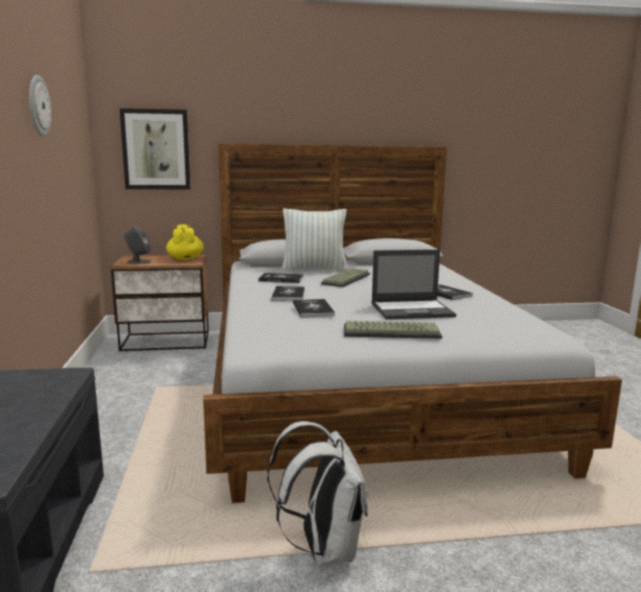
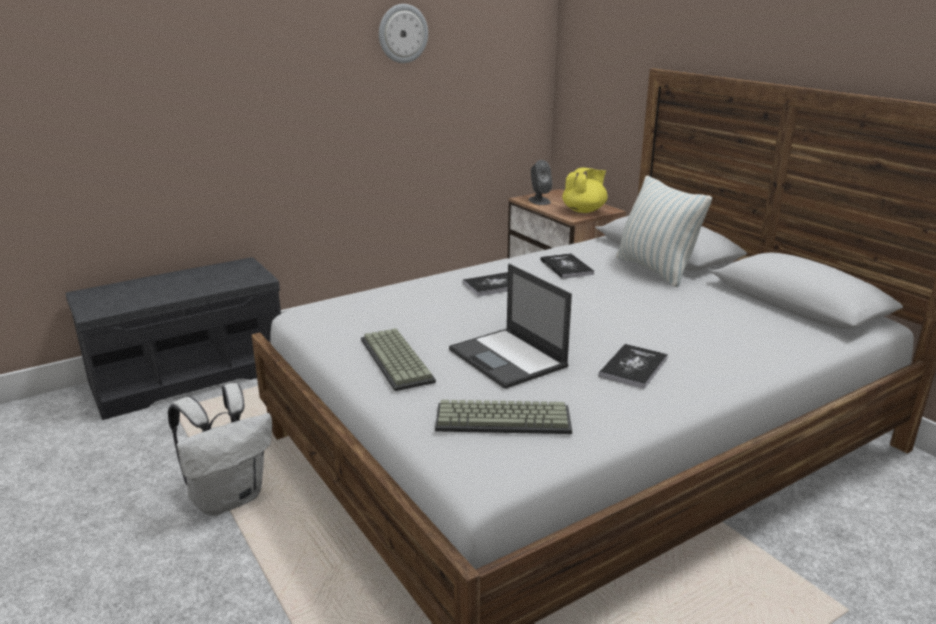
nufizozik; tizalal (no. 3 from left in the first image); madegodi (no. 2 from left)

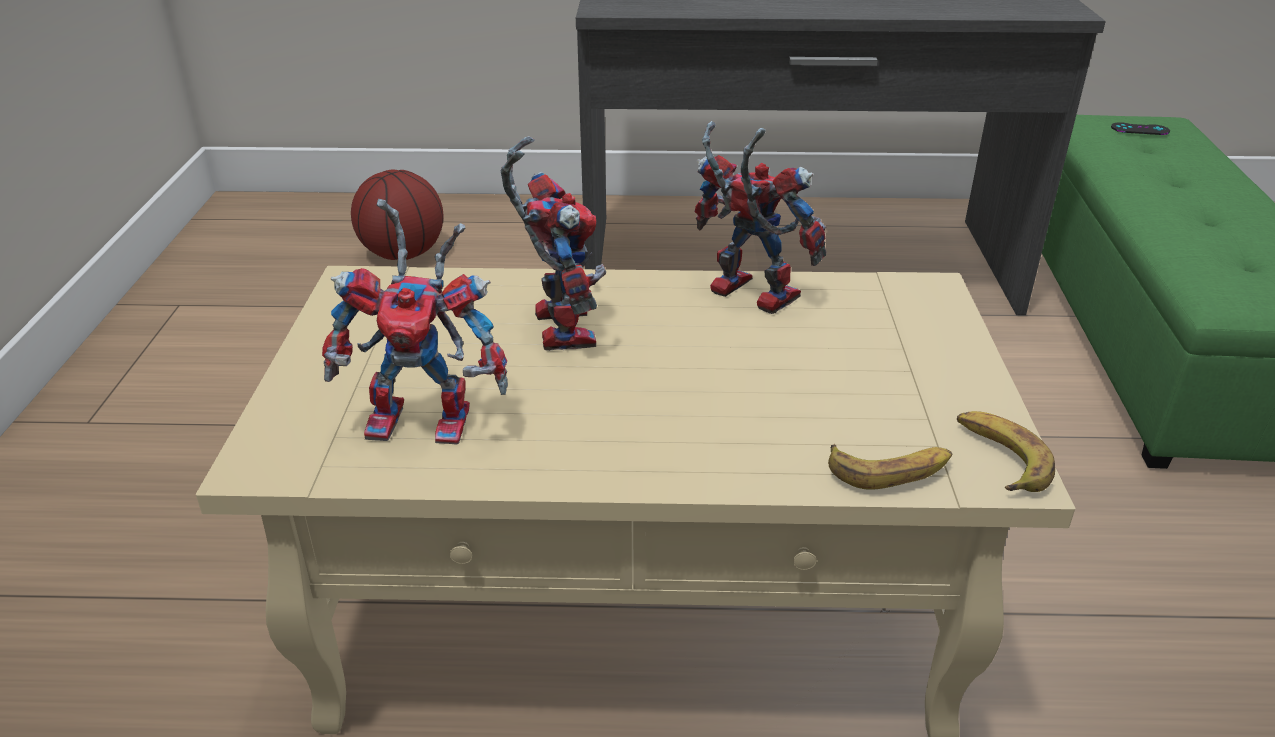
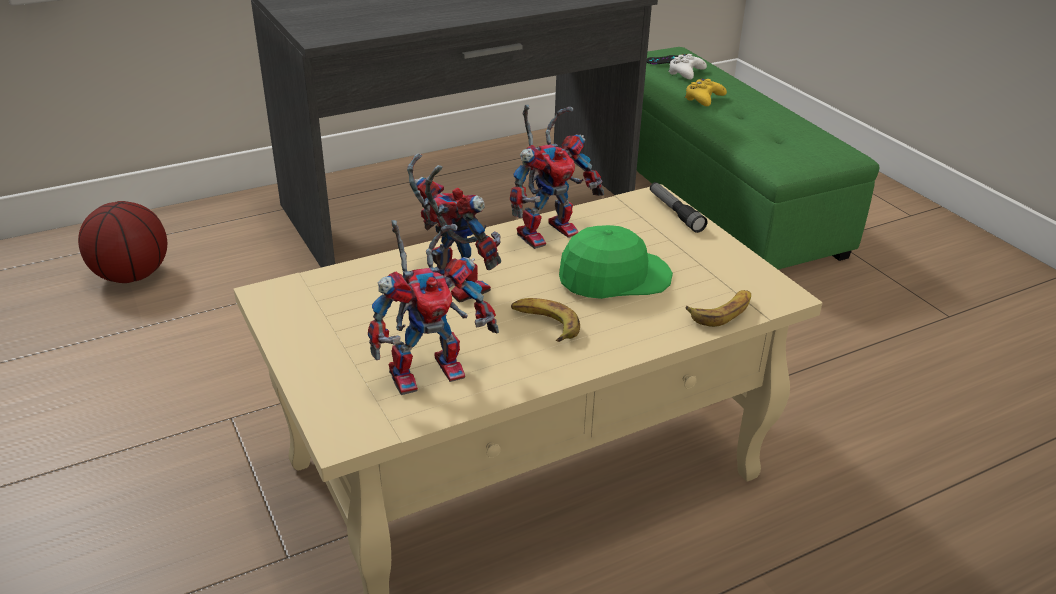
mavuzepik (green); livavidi; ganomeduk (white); ganomeduk (yellow); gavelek (no. 1 from left); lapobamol (no. 3 from left)

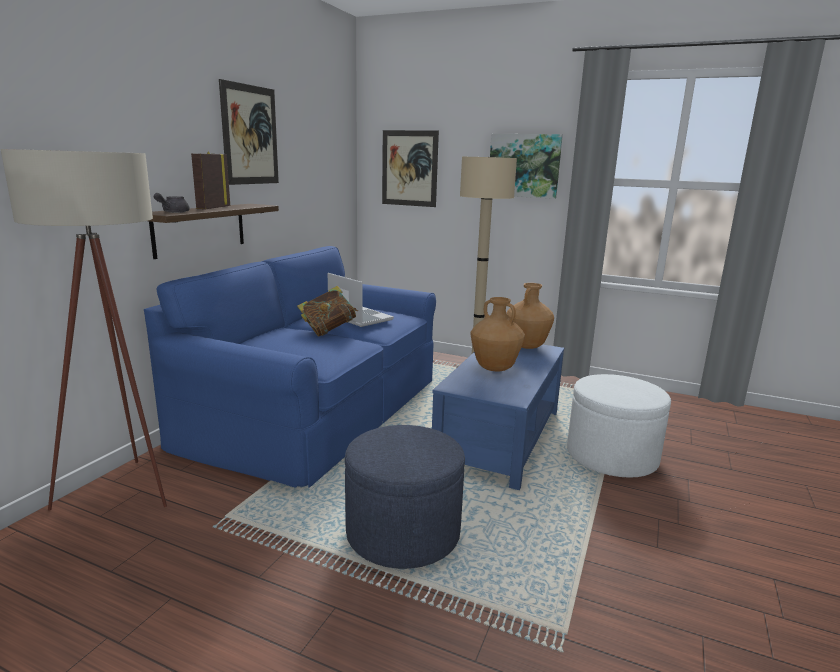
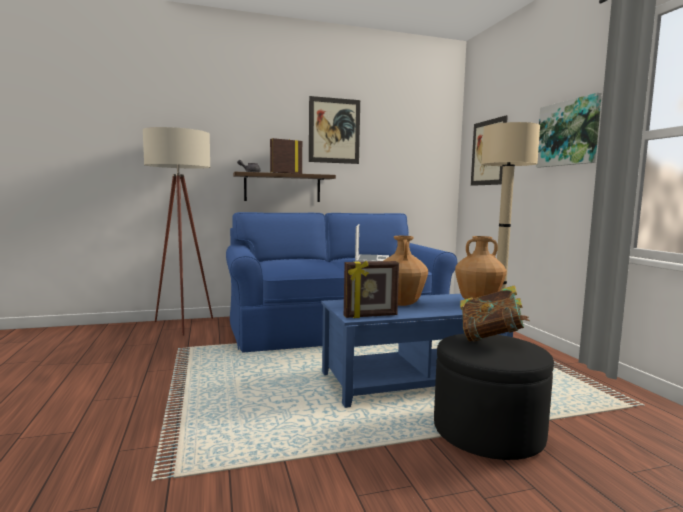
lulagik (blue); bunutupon (no. 2 from left); tizalal; lulagik (black)

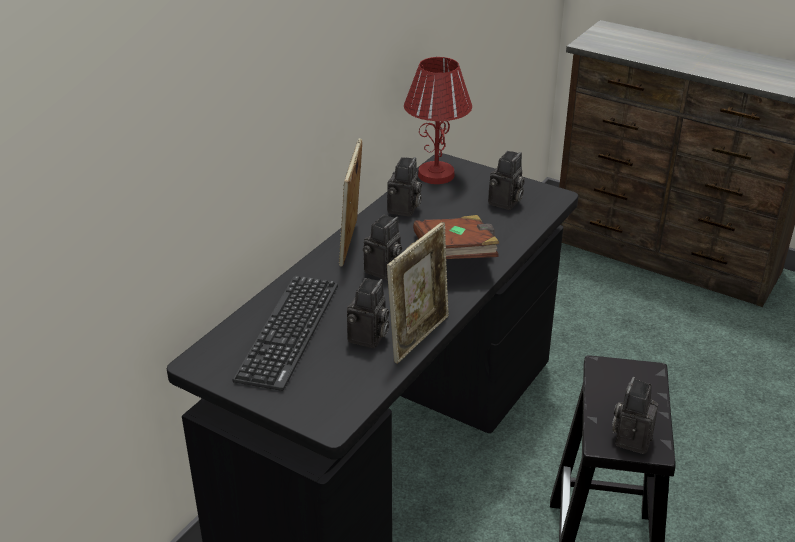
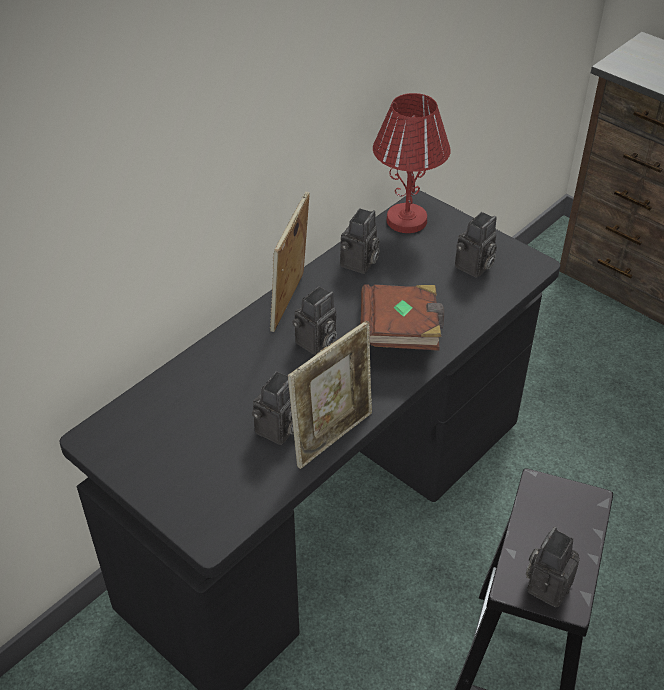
madegodi

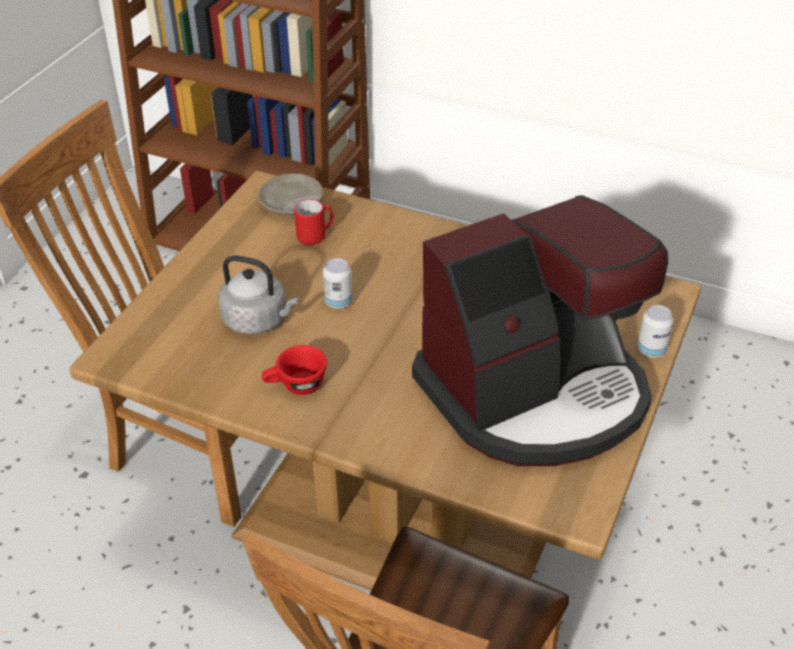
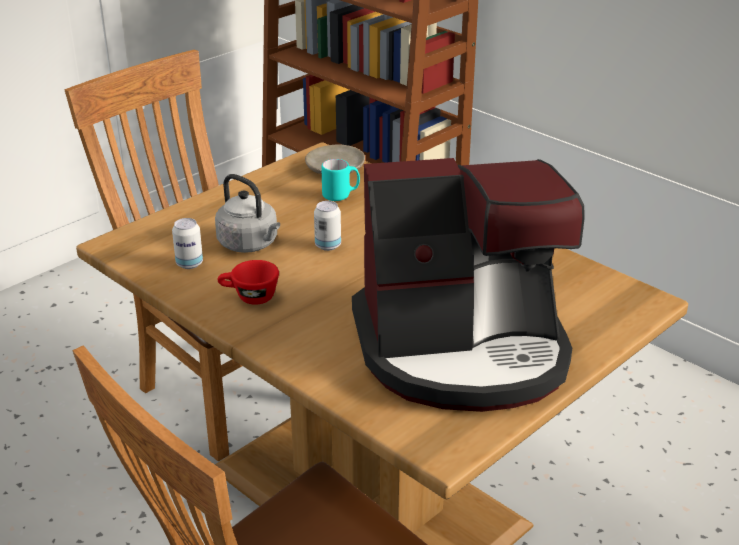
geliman (no. 1 from left); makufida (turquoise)

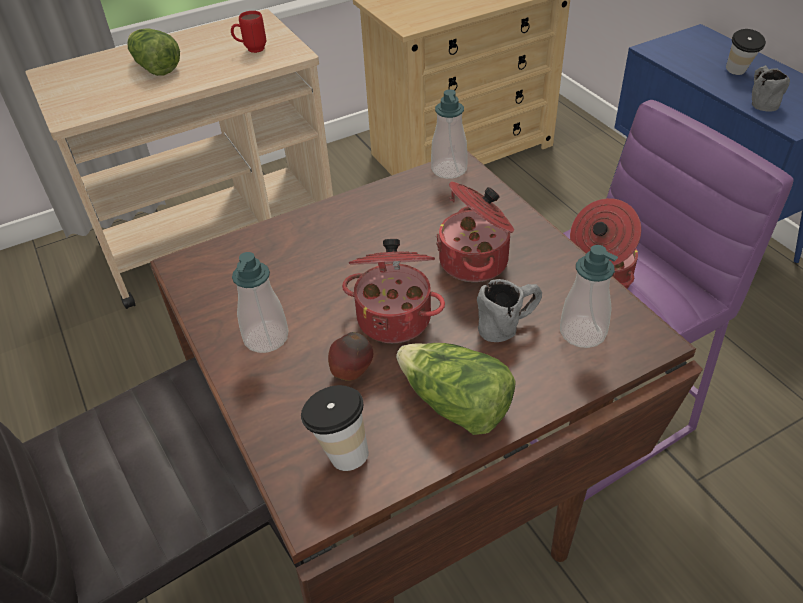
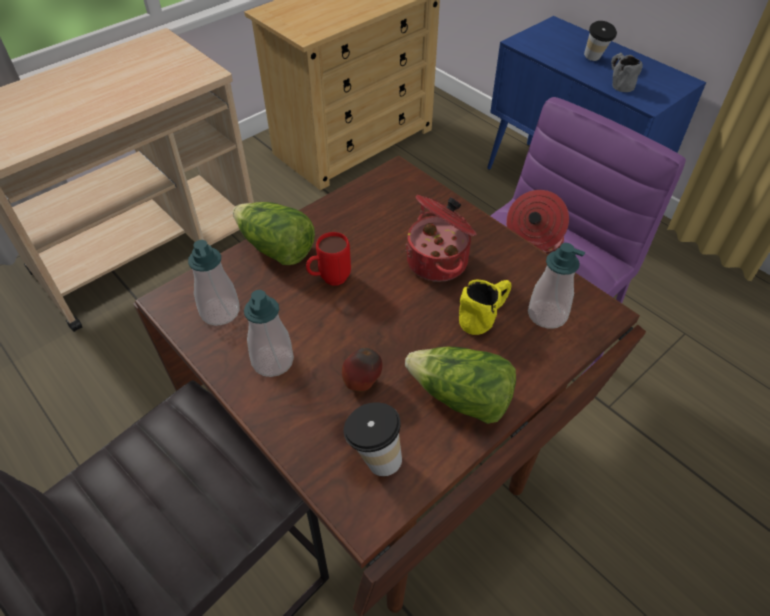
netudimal (no. 1 from left in the first image); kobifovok (no. 1 from left); makufida (red); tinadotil (no. 1 from left); makufida (yellow)

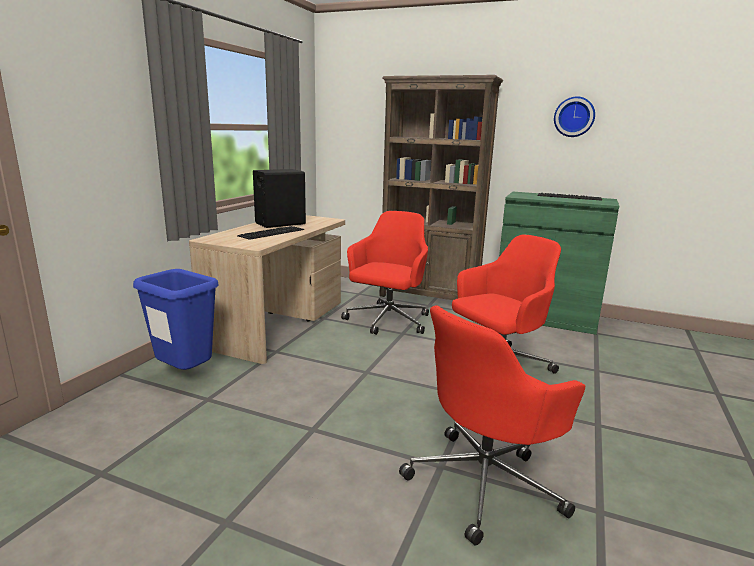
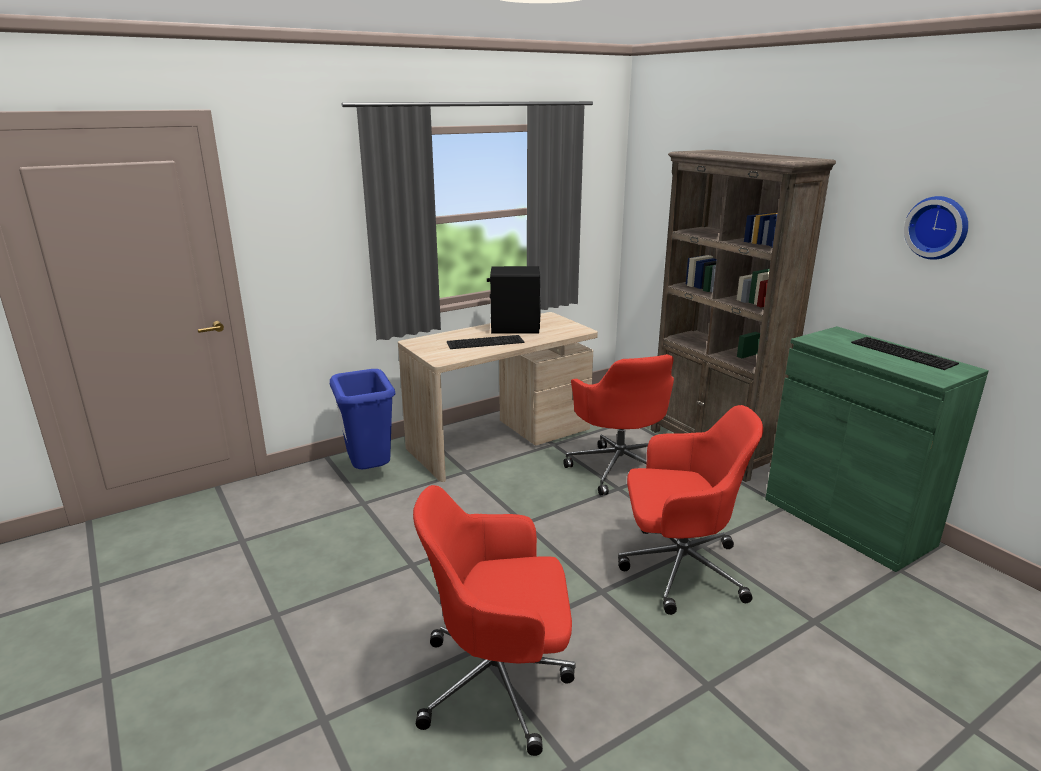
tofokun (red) (no. 2 from left)

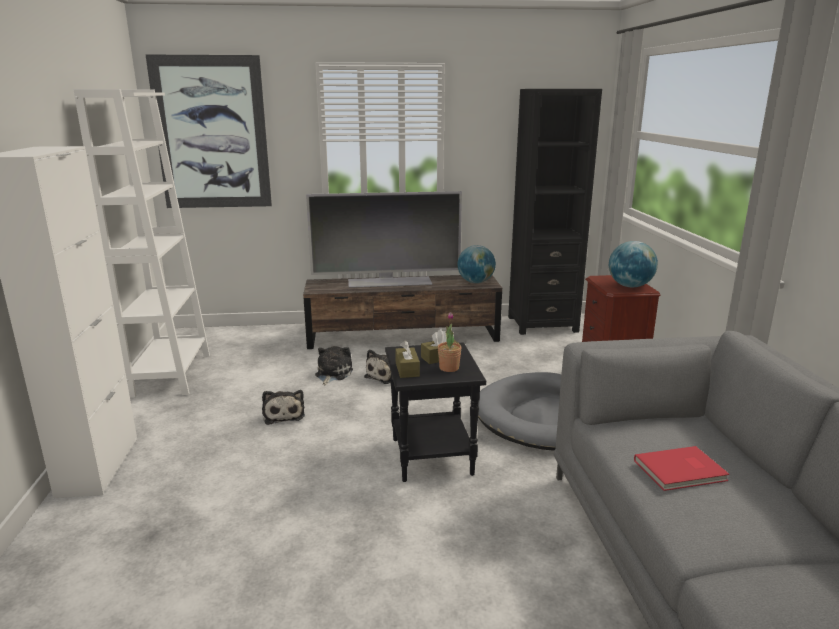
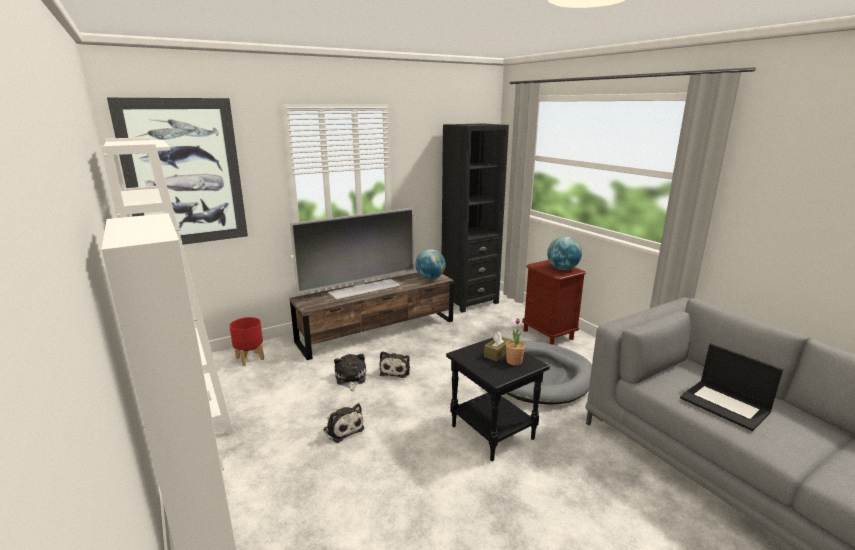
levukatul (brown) (no. 1 from left in the first image); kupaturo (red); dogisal

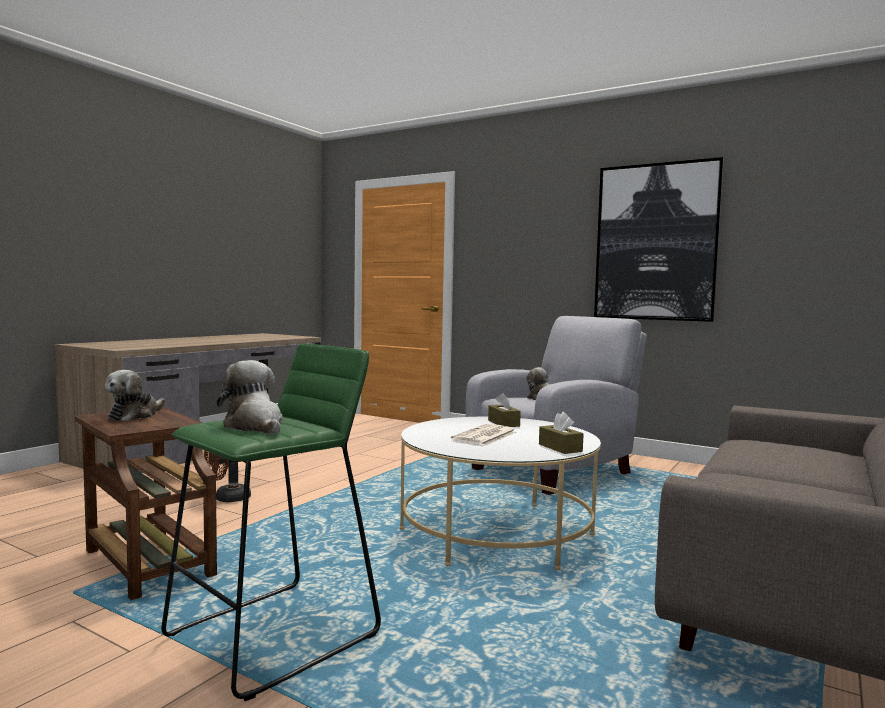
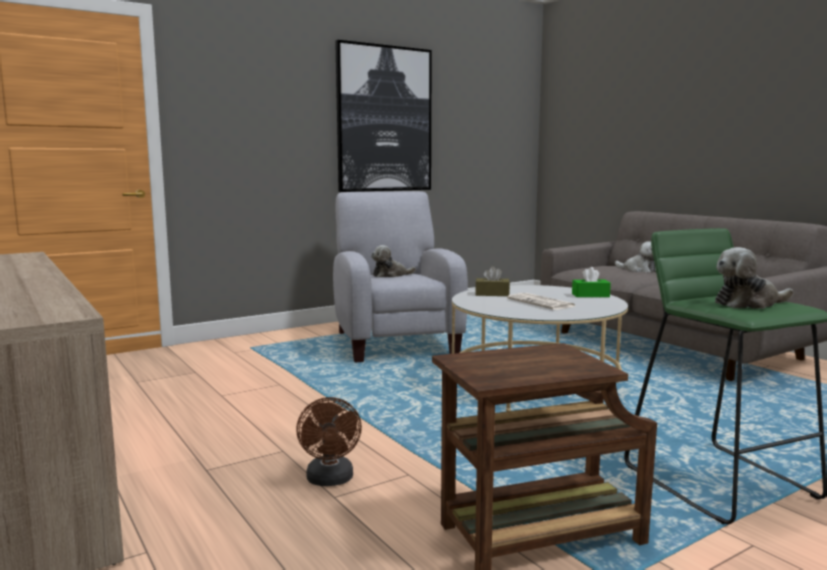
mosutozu (no. 2 from left); levukatul (green)

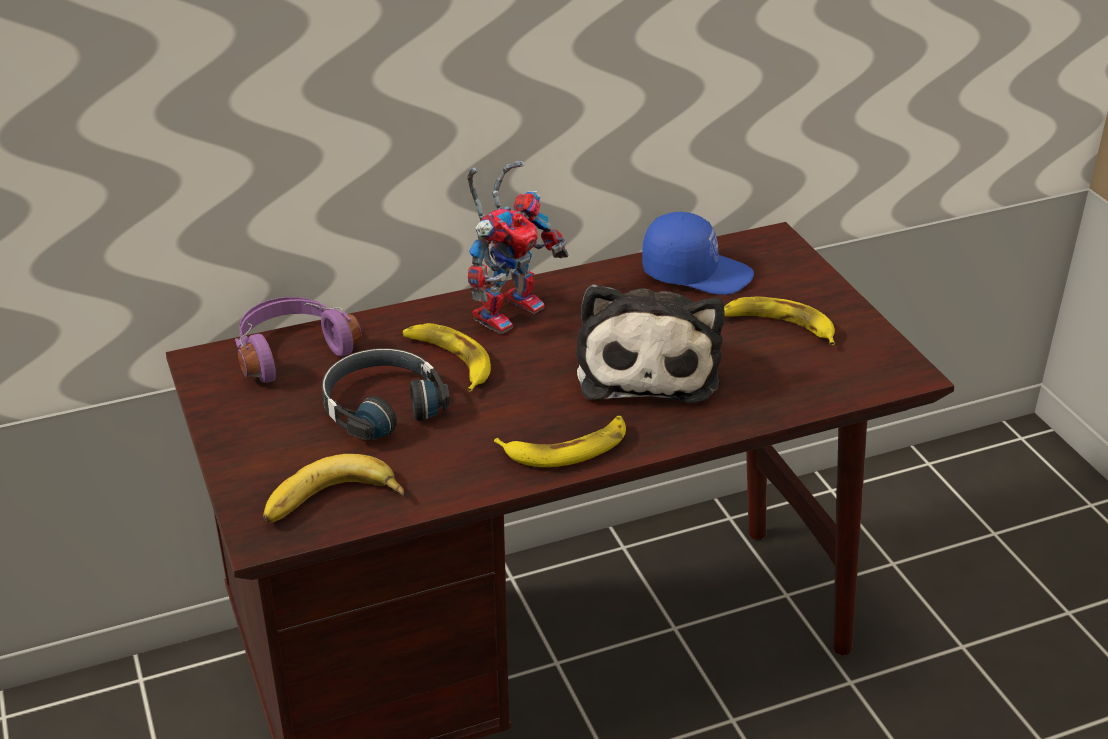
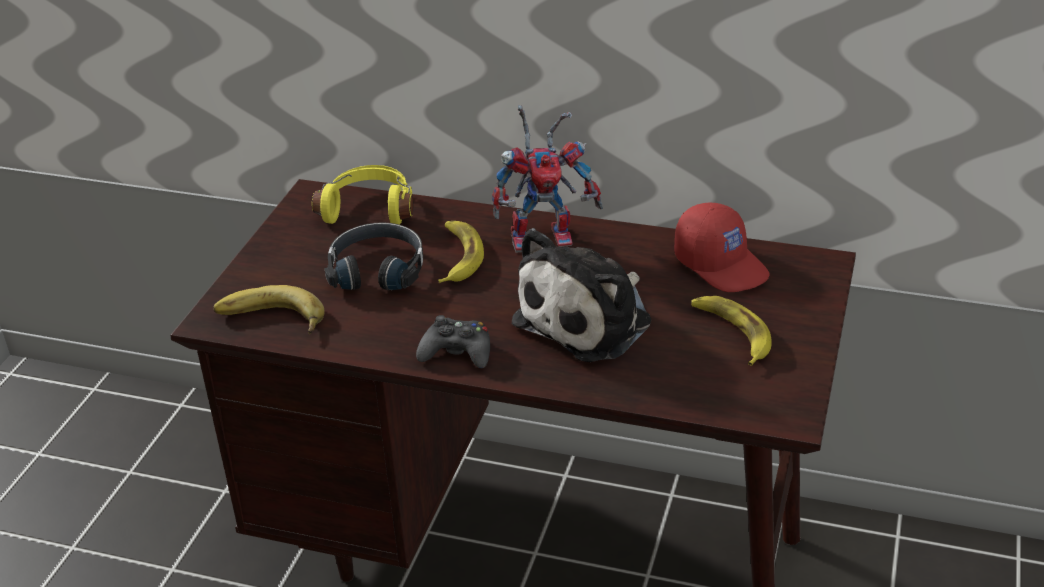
ganomeduk (black); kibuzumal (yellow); mavuzepik (red)

